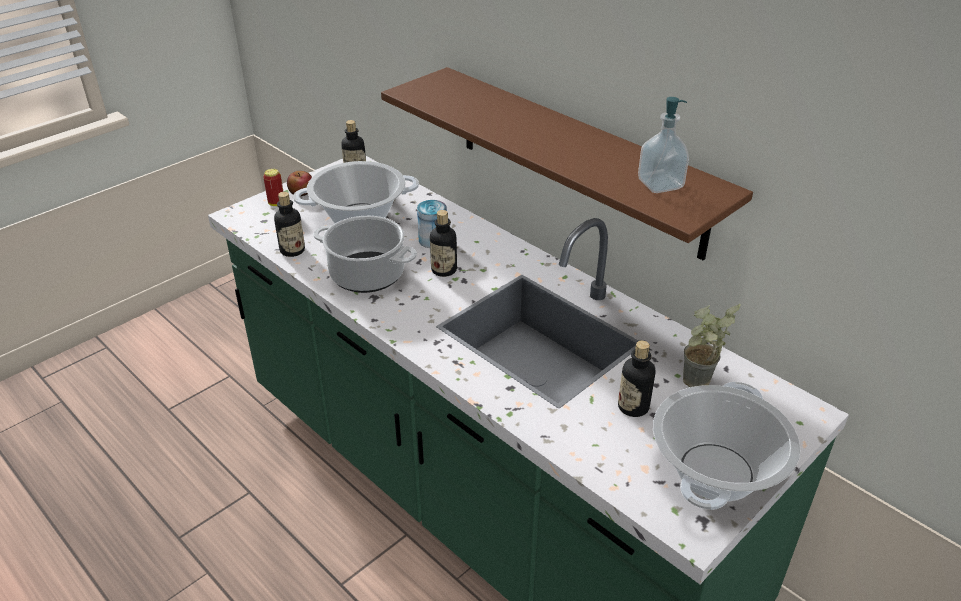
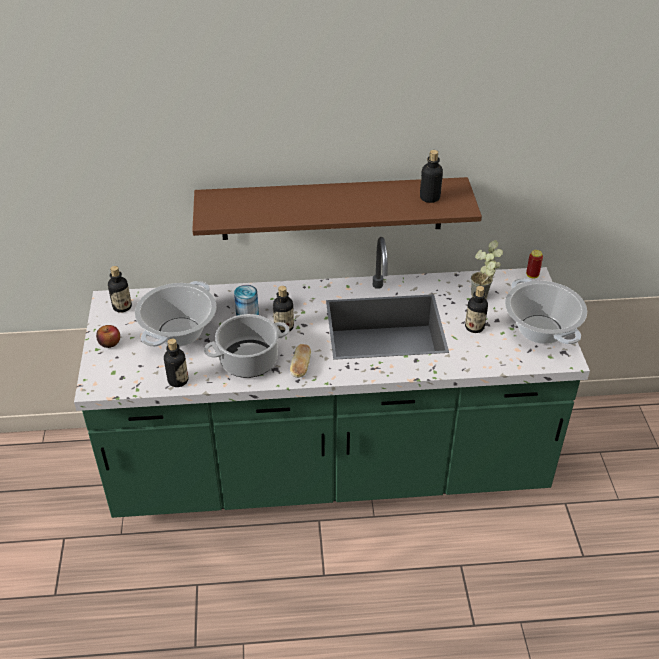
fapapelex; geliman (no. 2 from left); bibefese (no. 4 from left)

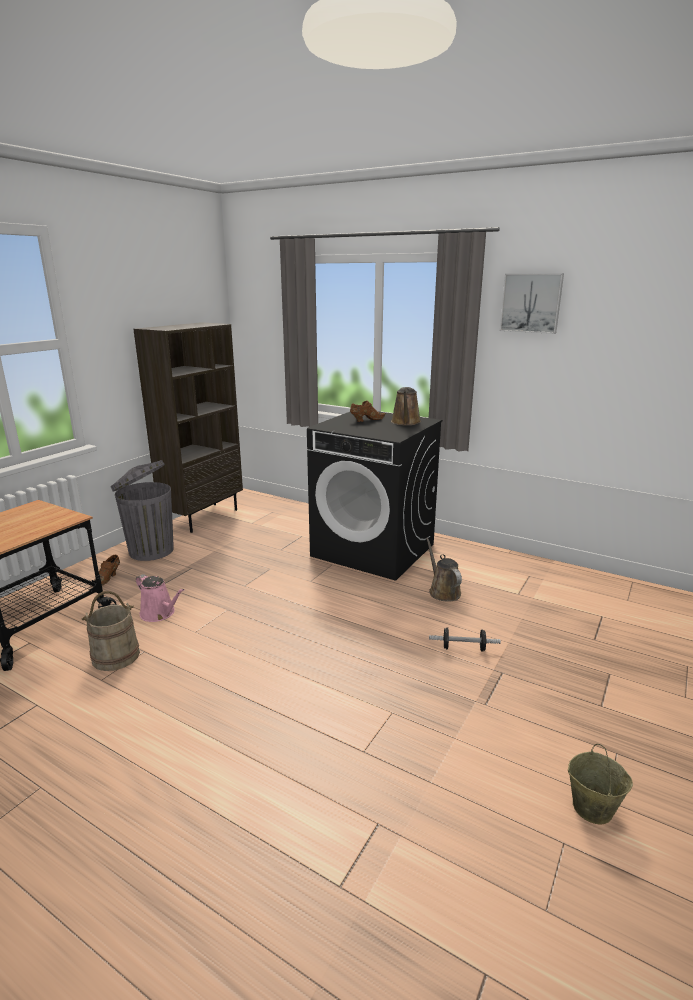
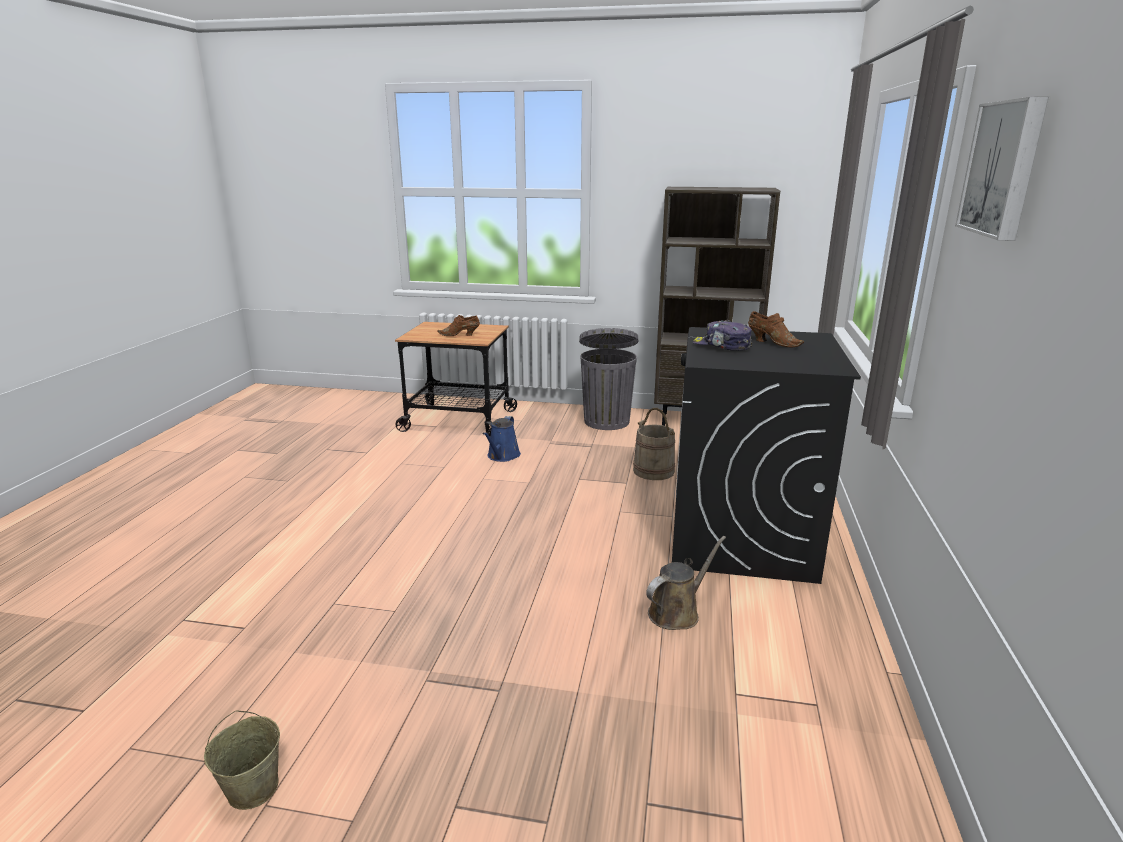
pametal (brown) (no. 1 from left in the first image); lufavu; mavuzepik; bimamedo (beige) (no. 2 from left); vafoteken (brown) (no. 1 from left); pametal (blue)

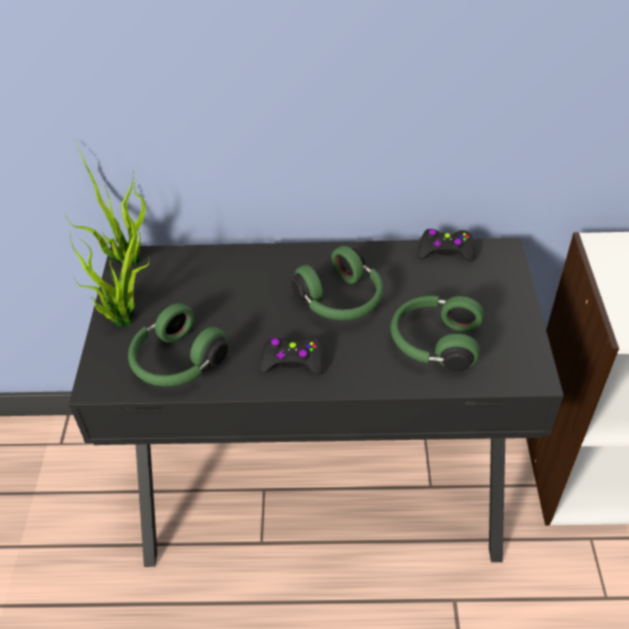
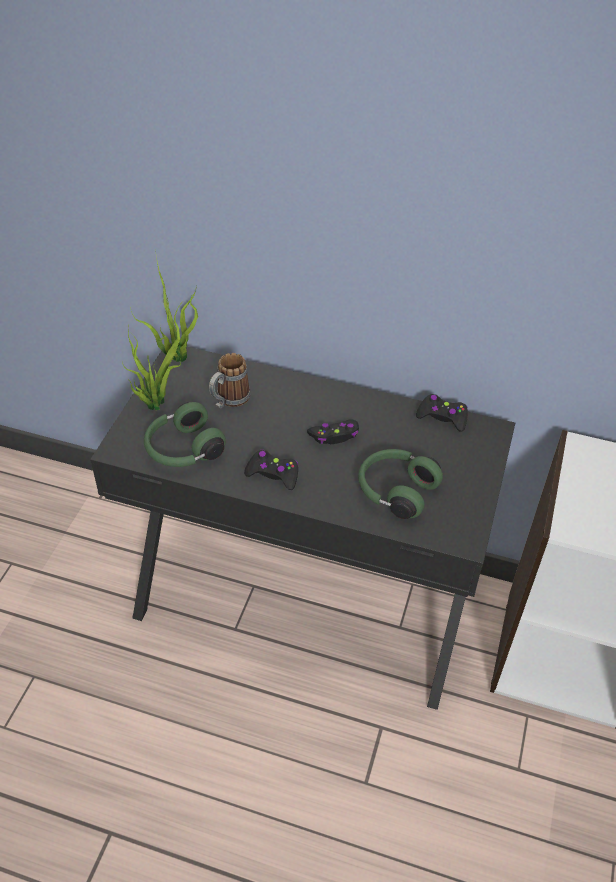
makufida; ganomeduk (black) (no. 2 from left)

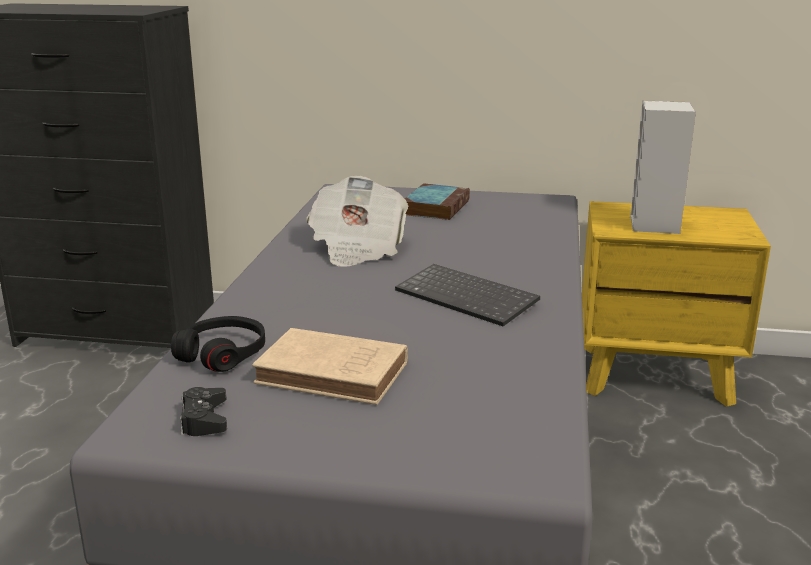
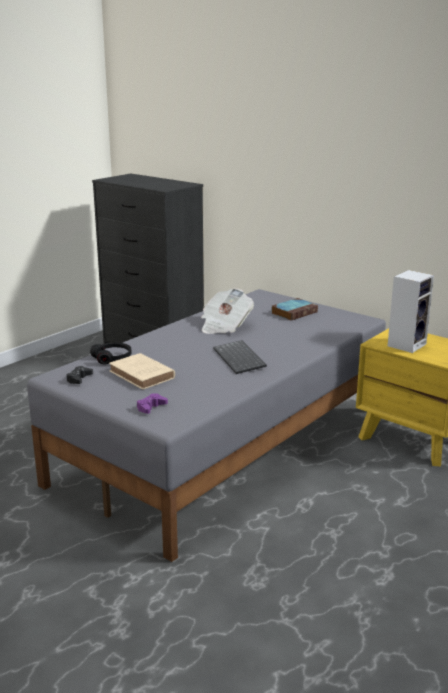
ganomeduk (purple)

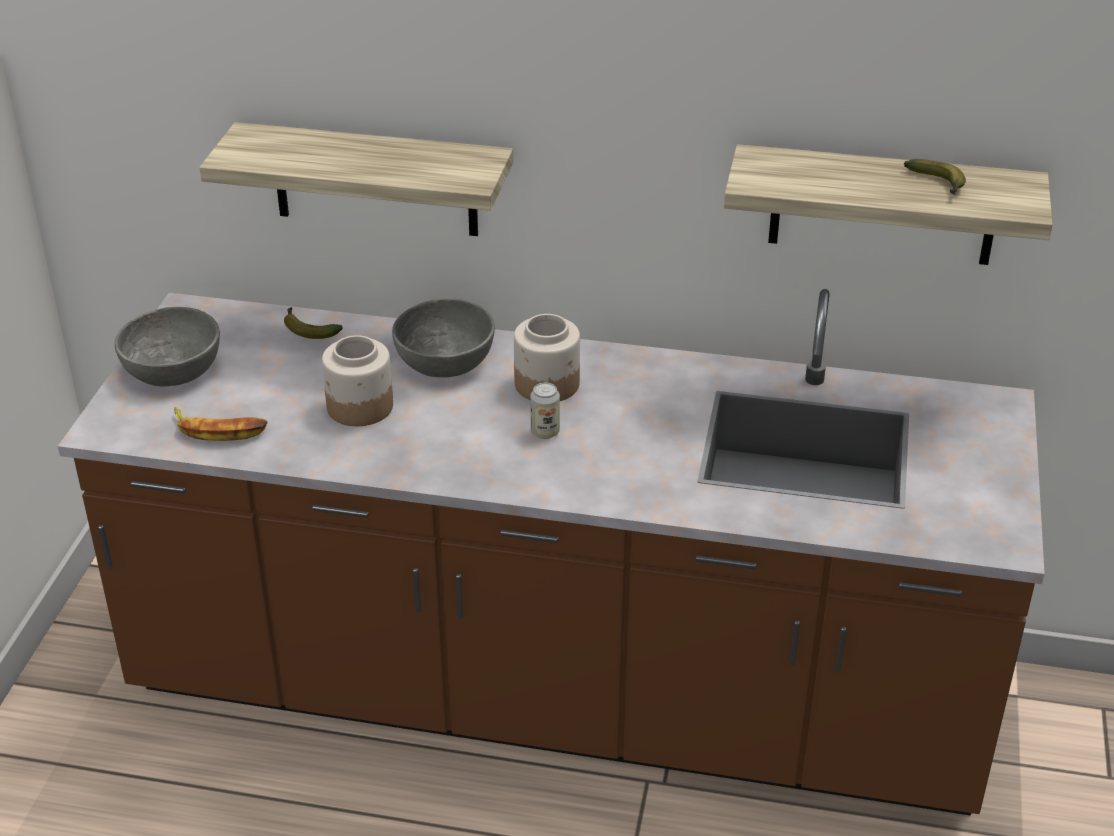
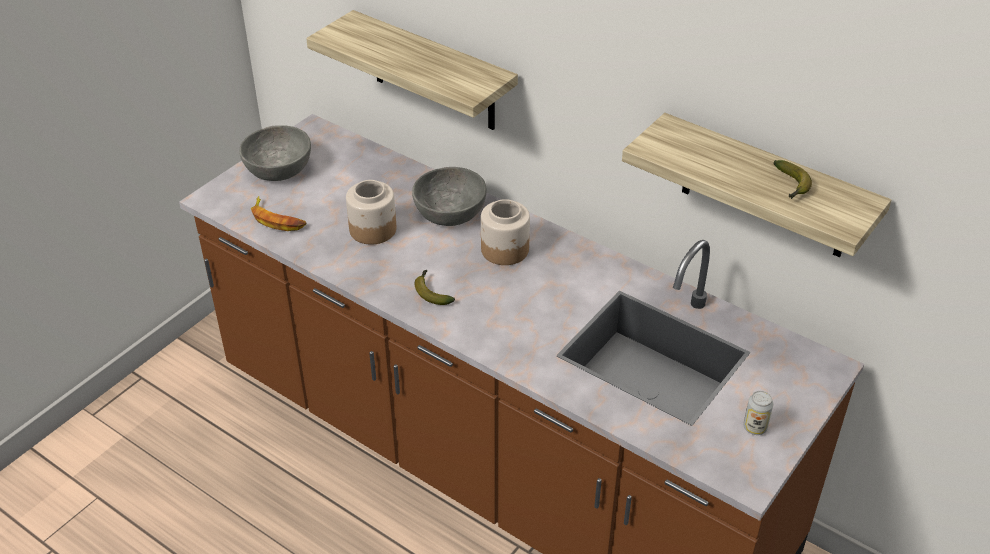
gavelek (no. 2 from left); geliman

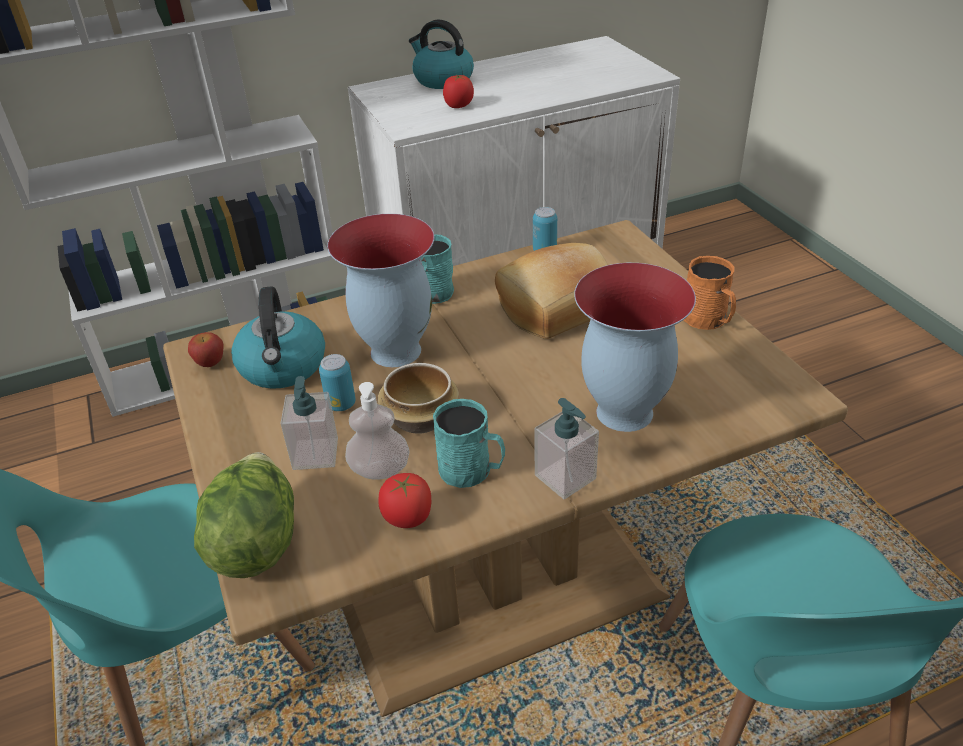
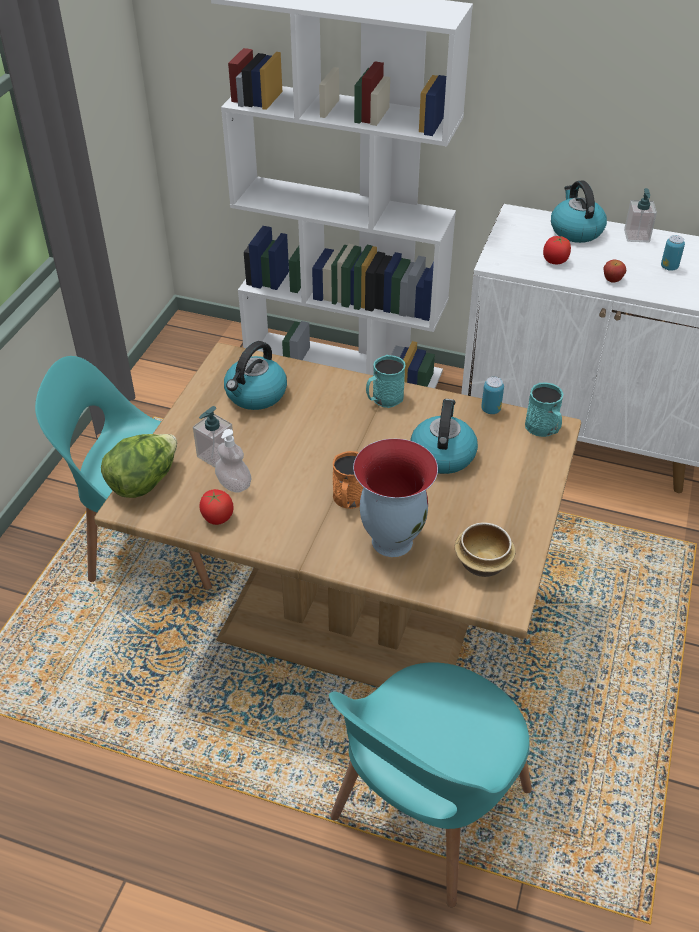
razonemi (no. 1 from left in the first image); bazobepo; geliman (no. 2 from left); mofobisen; makufida (turquoise) (no. 2 from left); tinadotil (no. 3 from left); makufida (orange); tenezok (no. 2 from left)

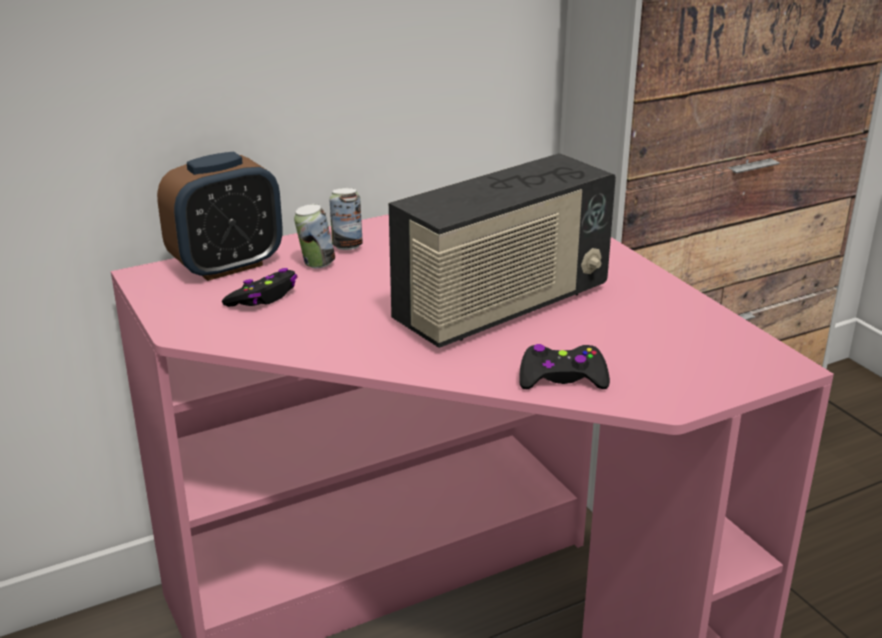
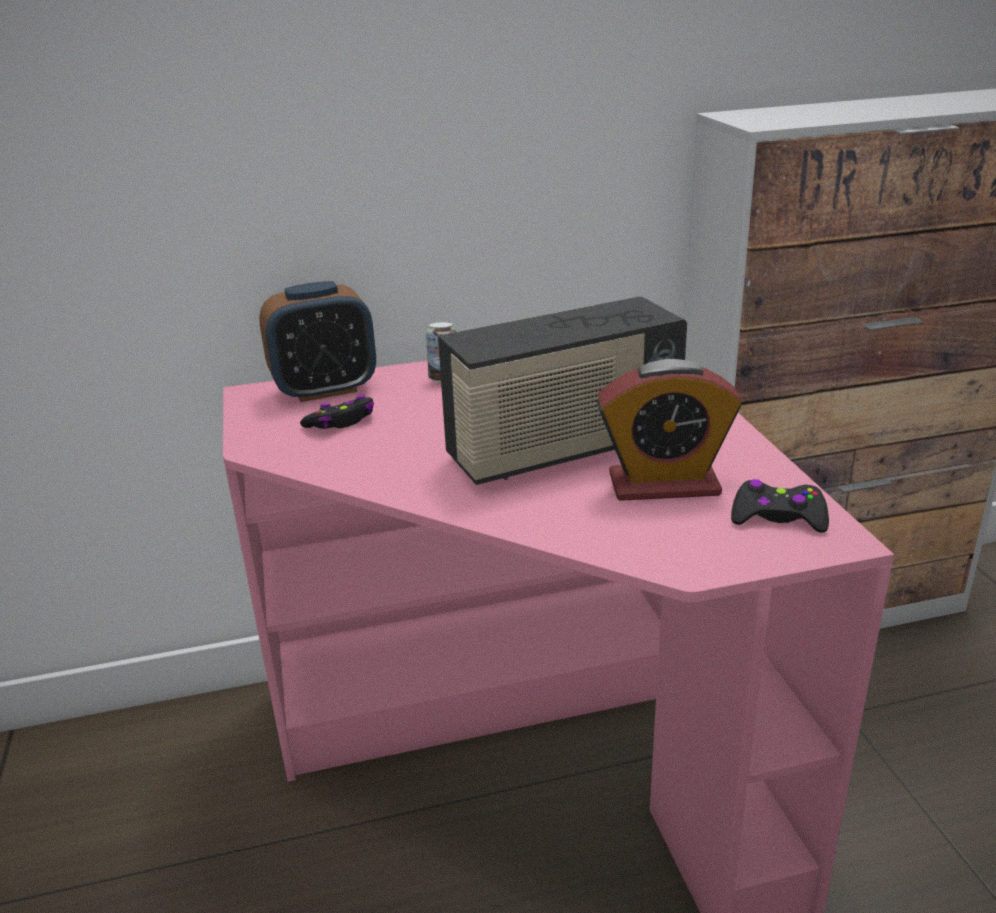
geliman (no. 1 from left in the first image); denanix (no. 2 from left); ganomeduk (black) (no. 2 from left)

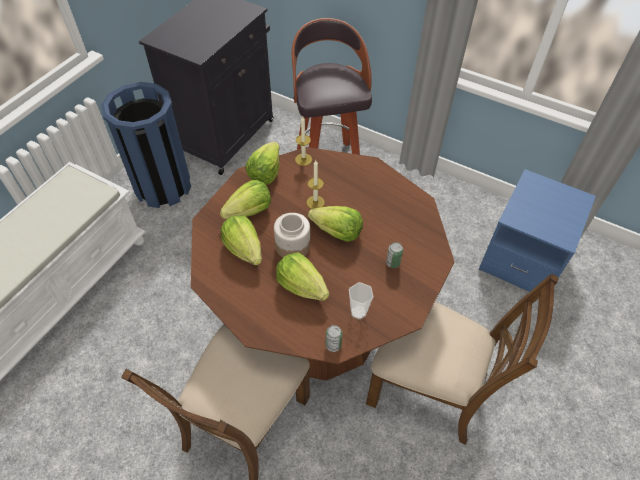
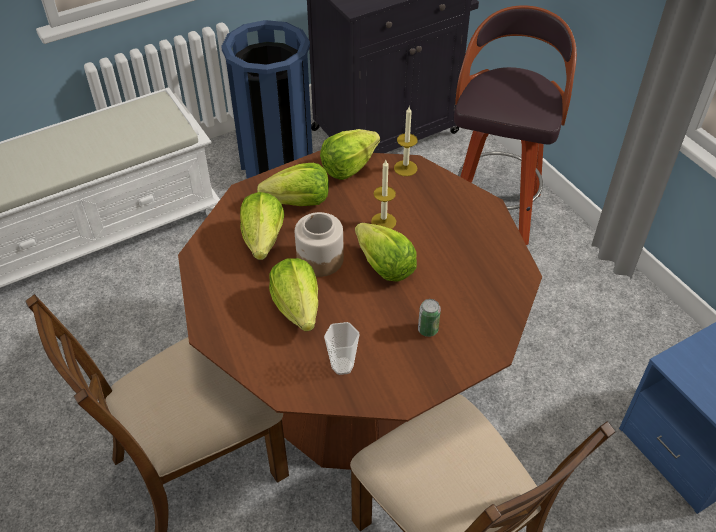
geliman (no. 1 from left in the first image)

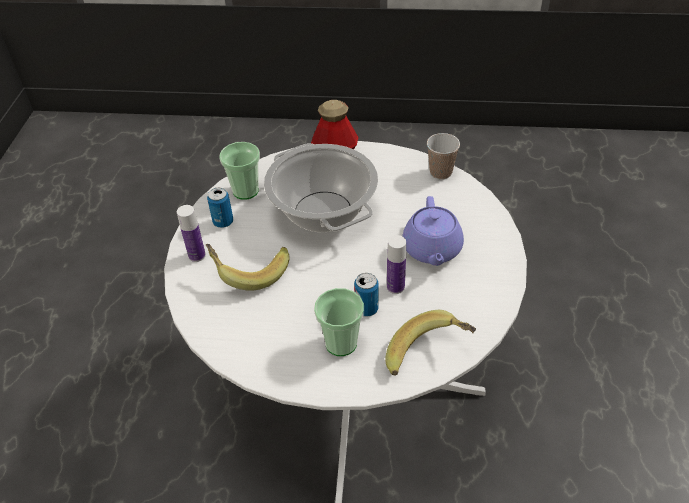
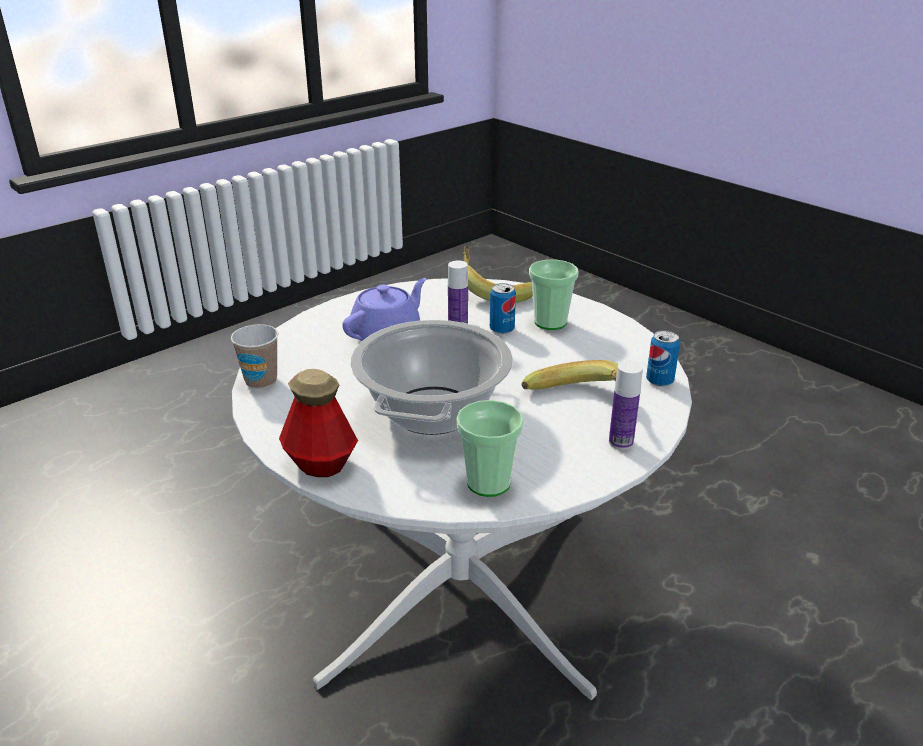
geliman (no. 2 from left)

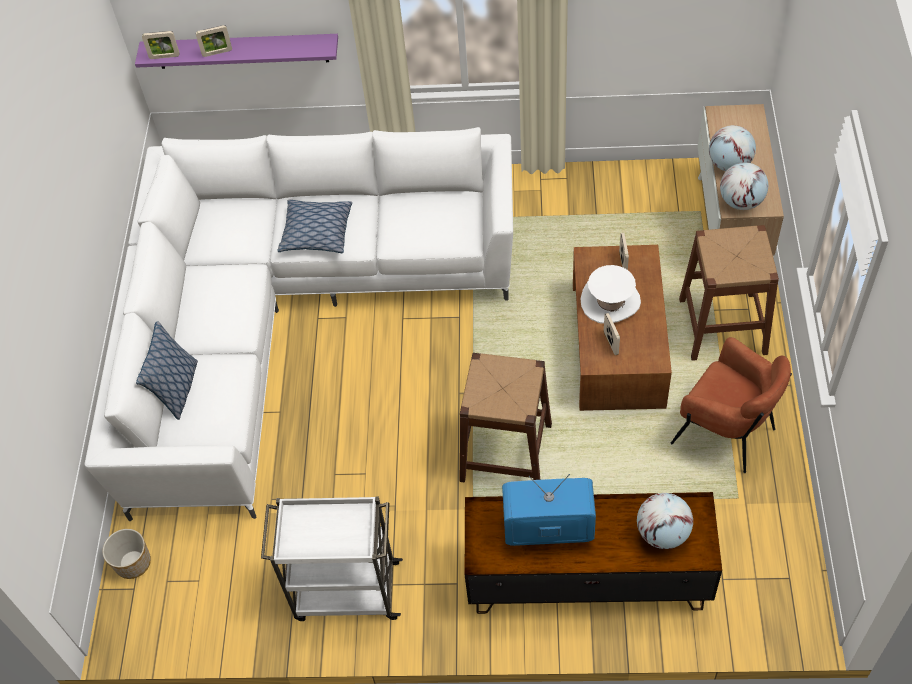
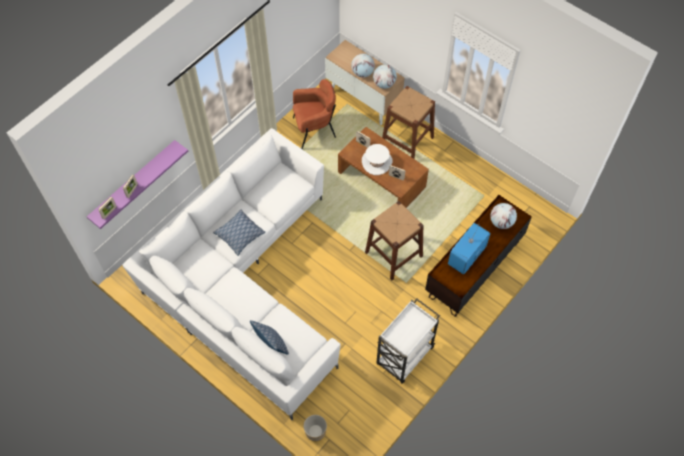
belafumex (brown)

